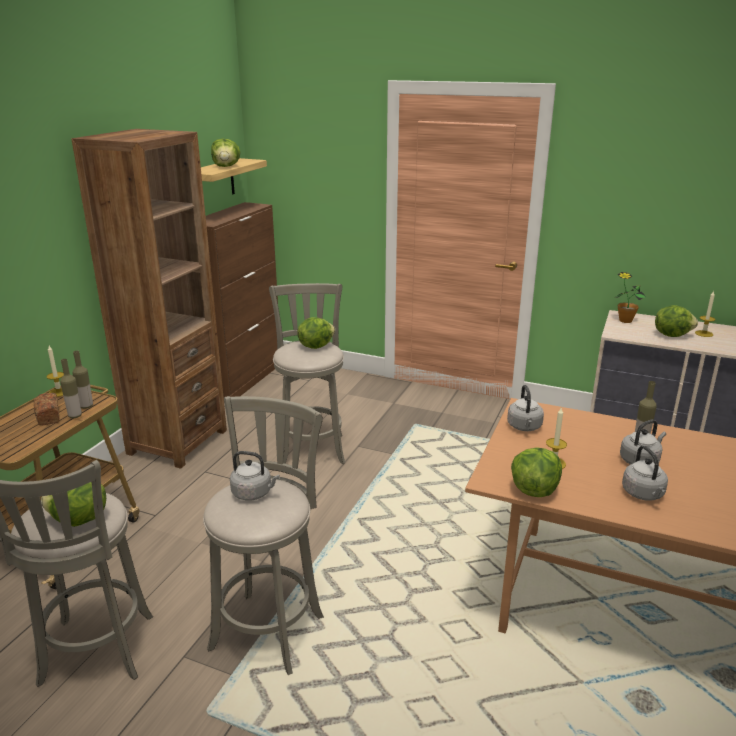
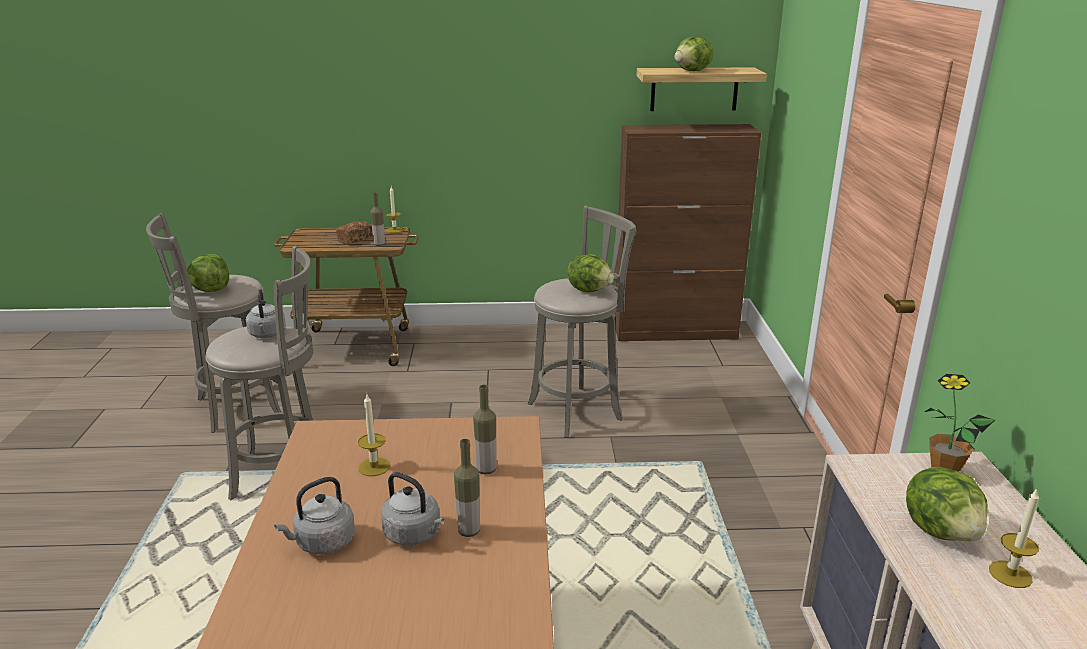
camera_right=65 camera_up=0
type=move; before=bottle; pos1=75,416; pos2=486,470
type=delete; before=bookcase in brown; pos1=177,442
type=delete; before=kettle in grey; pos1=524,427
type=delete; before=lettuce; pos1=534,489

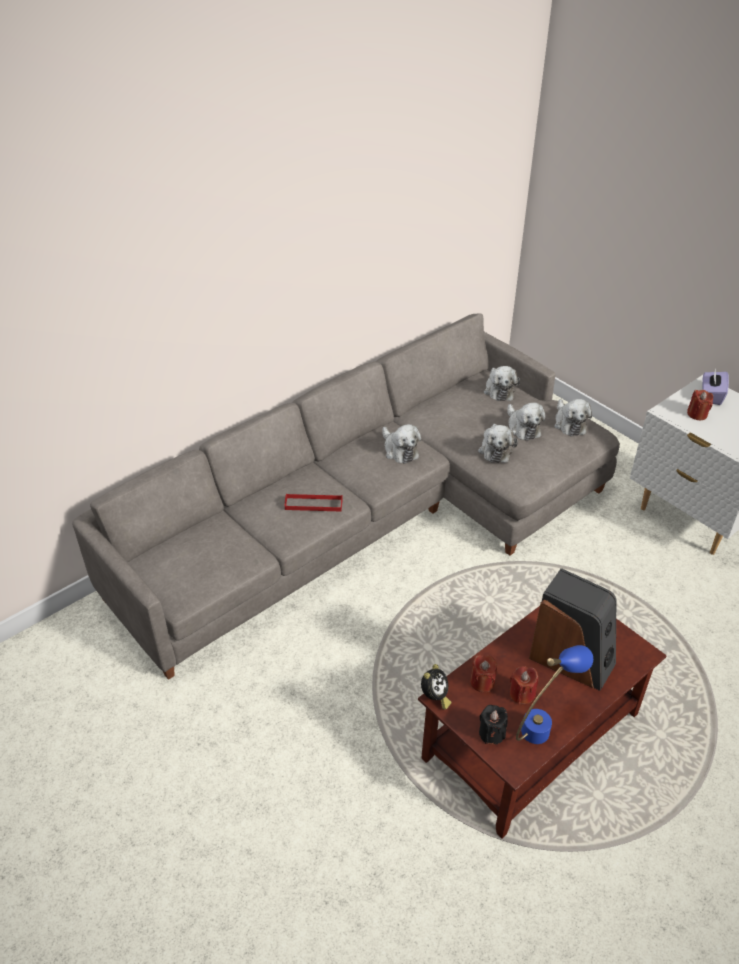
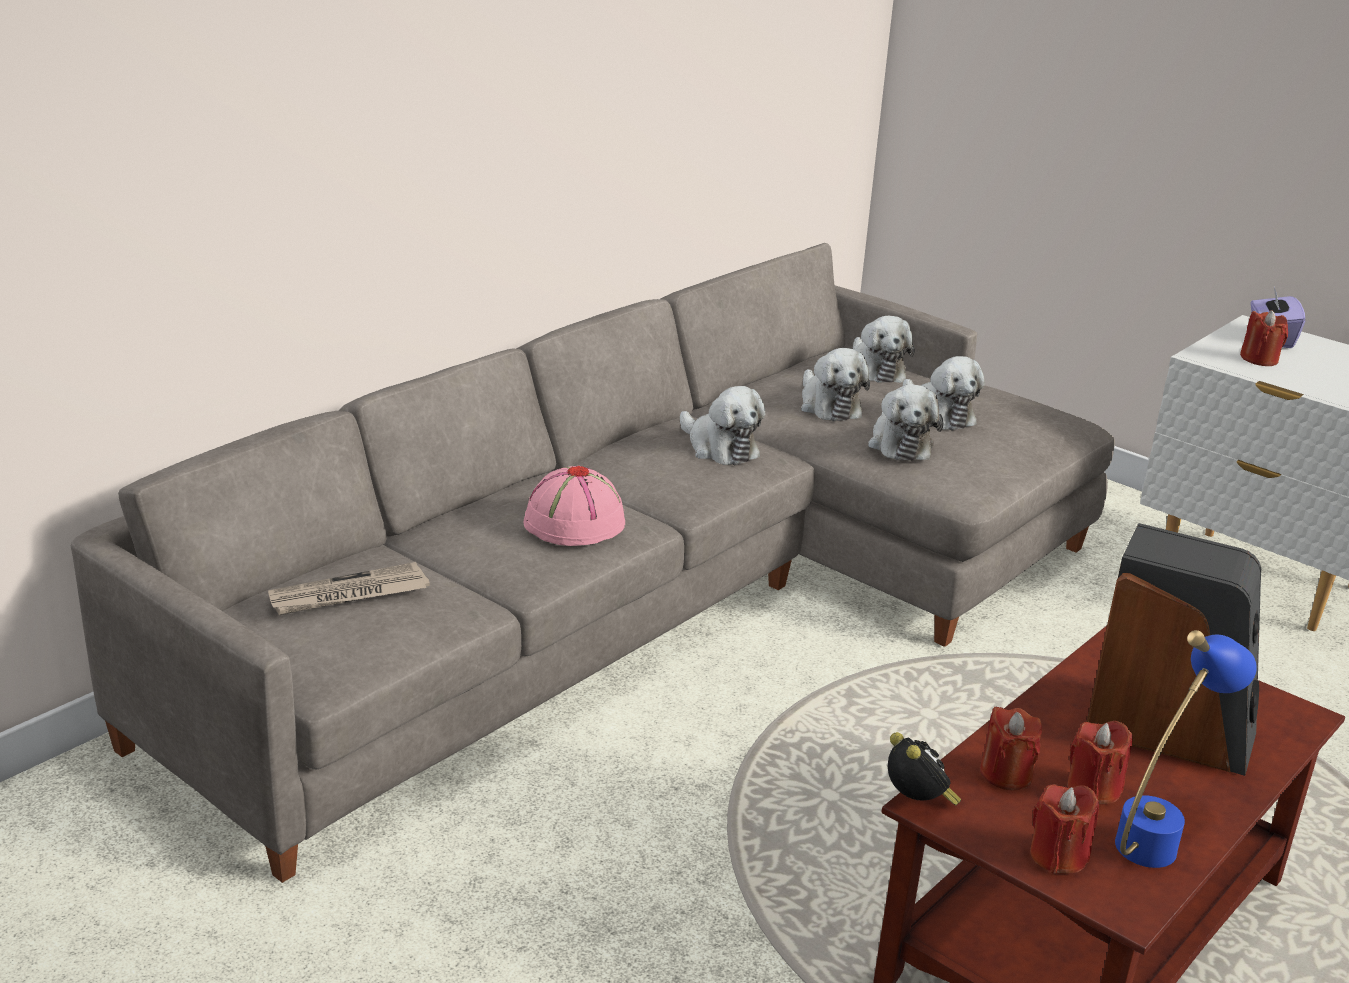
camera_right=-10 camera_up=-15
type=insert; after=newspaper; pos2=348,595
type=replace; before=tray in red; after=hat in pink; pos1=313,504; pos2=573,523
type=move; before=plush toy; pos1=569,423; pos2=828,405
type=rotate; before=alarm clock; pos1=435,697; pos2=917,803; turn=-45
type=recolor; before=candle in black; after=candle in red; pos1=491,733; pos2=1058,856

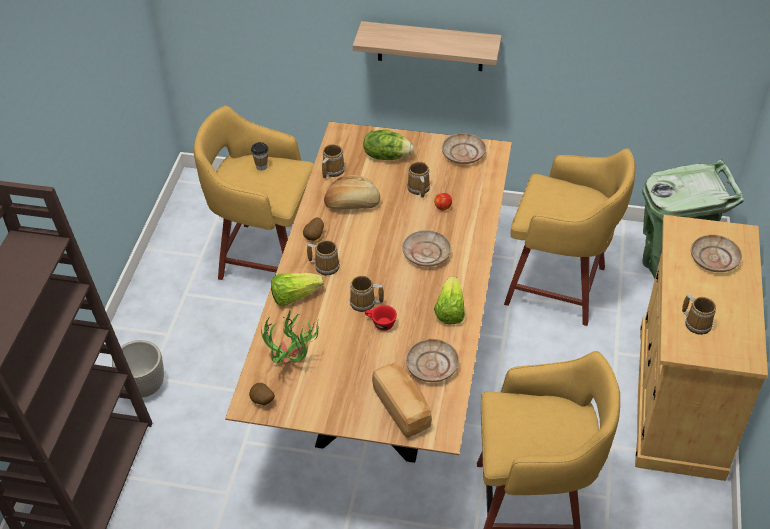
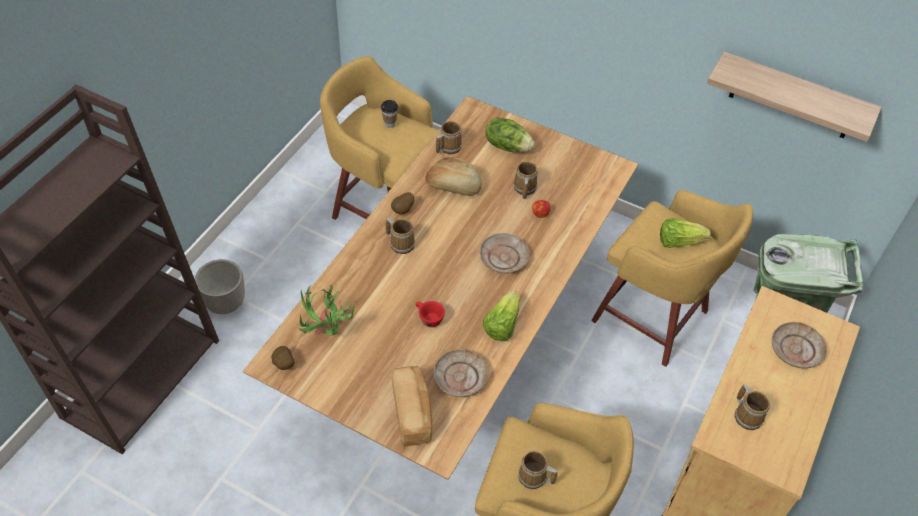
camera_right=15 camera_up=5
type=move; before=mug; pos1=364,303; pos2=534,478
type=move; before=lettuce; pos1=294,296; pos2=679,241
type=move; before=shelf; pos1=430,46; pos2=793,97
type=delete; before=plate in beige; pos1=463,154

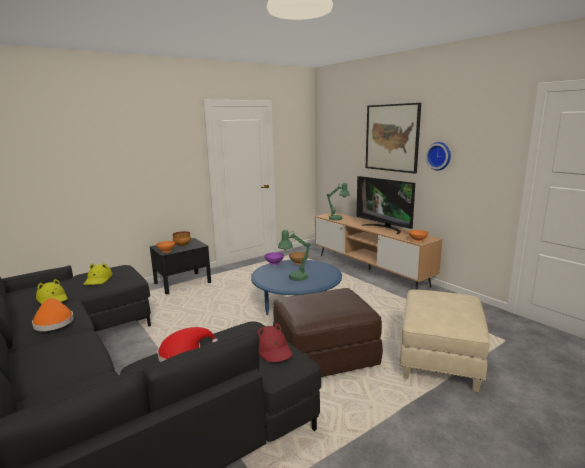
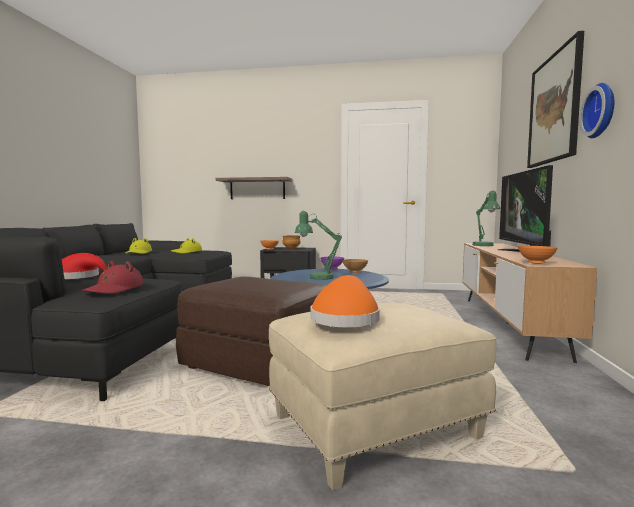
camera_right=45 camera_up=-10
type=insert; after=shelf; pos2=257,189
type=move; before=hat in orange; pos1=53,322; pos2=345,318

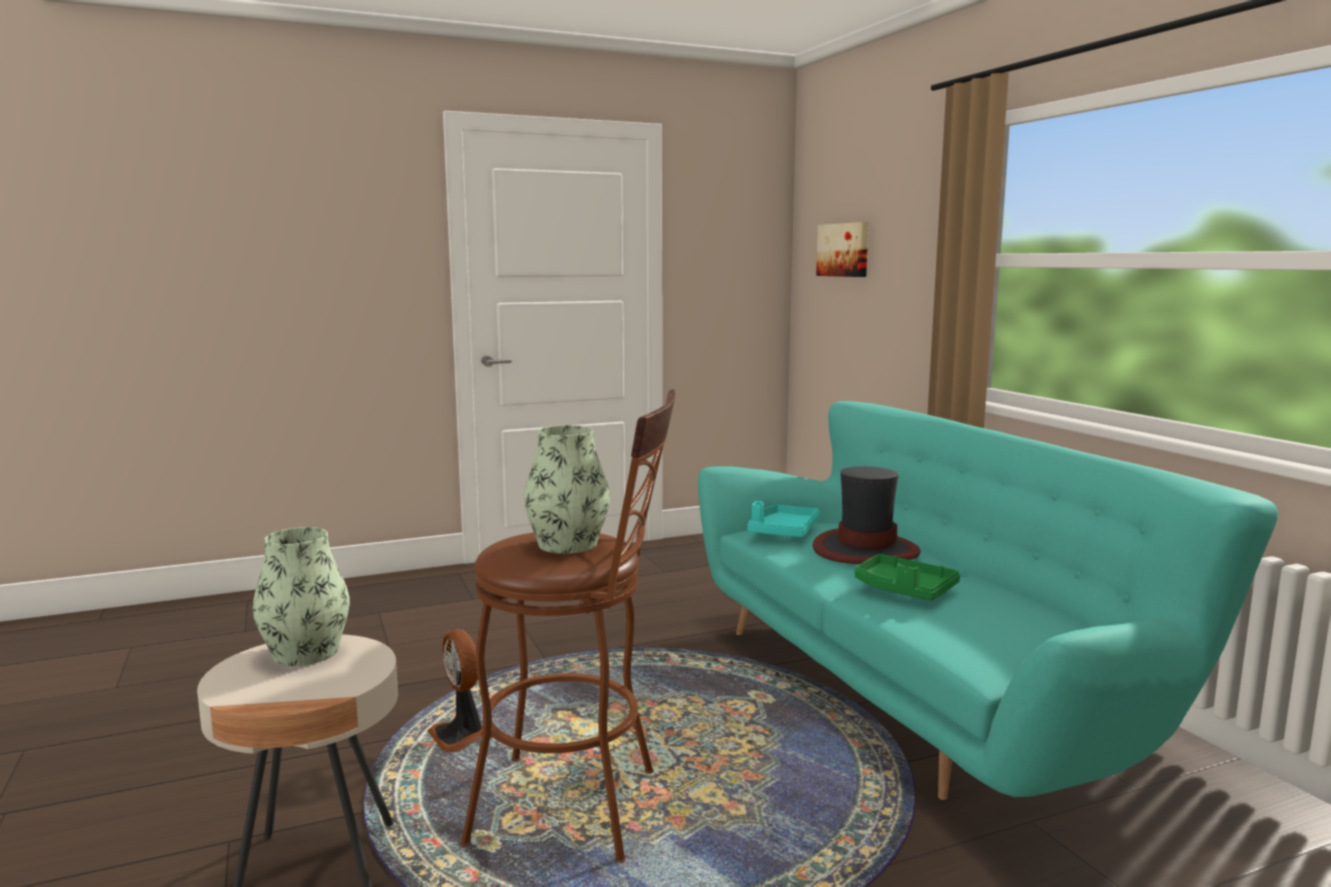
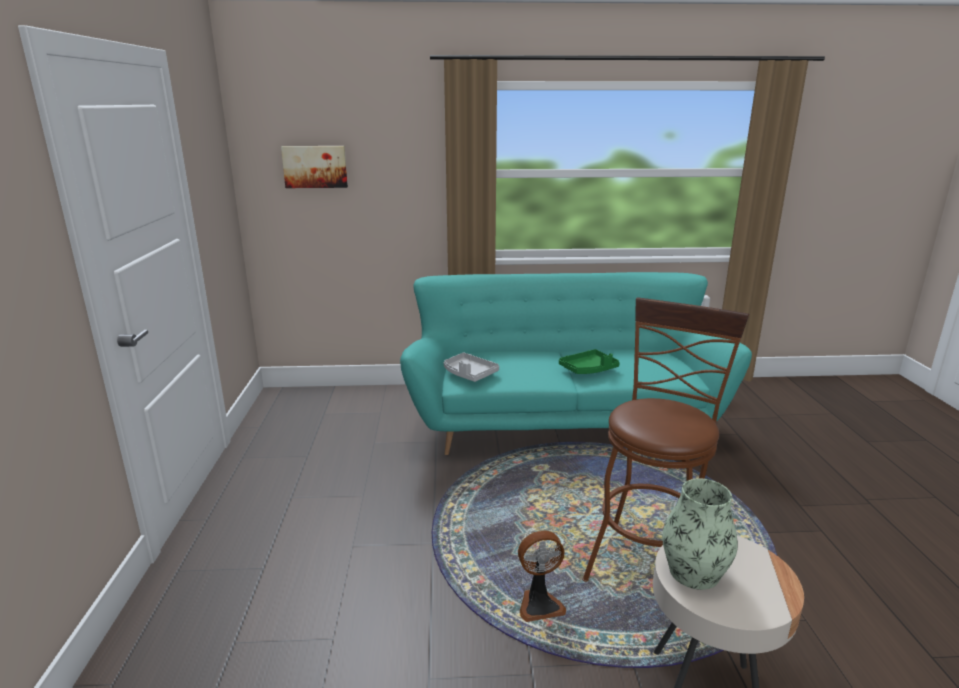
camera_right=-70 camera_up=10
type=recolor; before=tray in turquoise; after=tray in grey; pos1=783,531; pos2=469,374
type=delete; before=vase; pos1=567,544
type=delete; before=hat; pos1=865,550

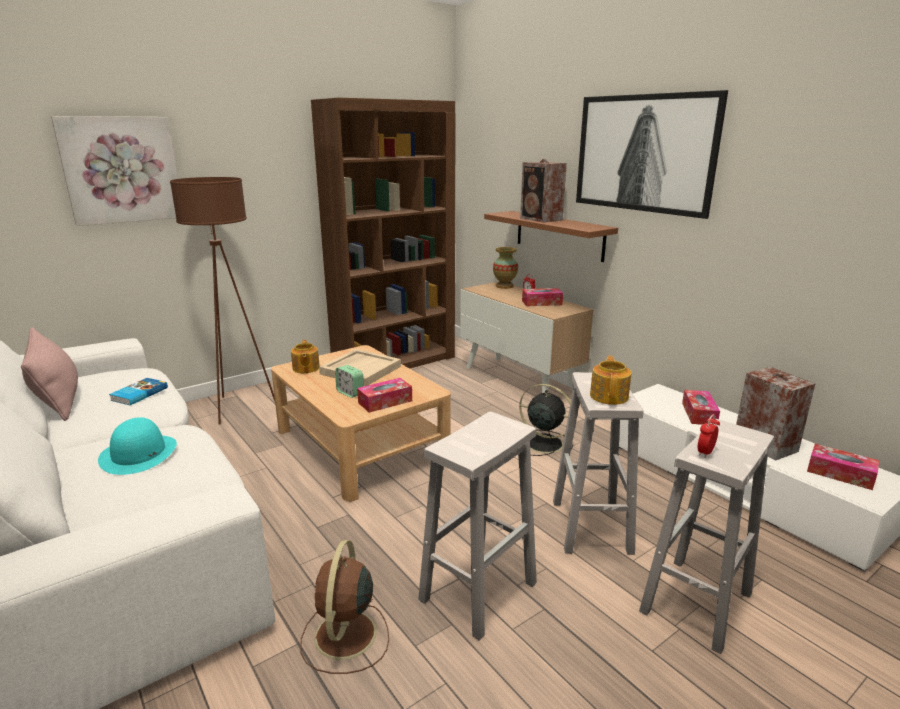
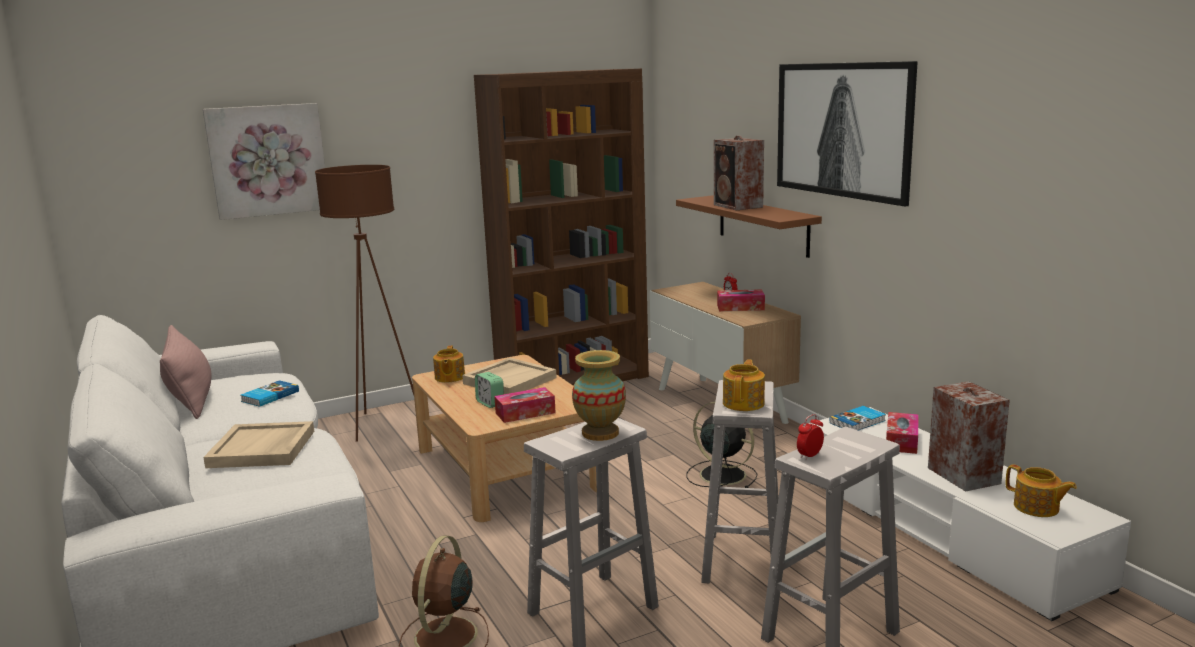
camera_right=10 camera_up=-5
type=replace; before=hat in turquoise; after=tray in beige; pos1=139,454; pos2=262,449
type=move; before=vase; pos1=504,286; pos2=600,433
type=insert; after=book; pos2=858,422
type=replace; before=tissue box; after=teapot; pos1=840,474; pos2=1037,508

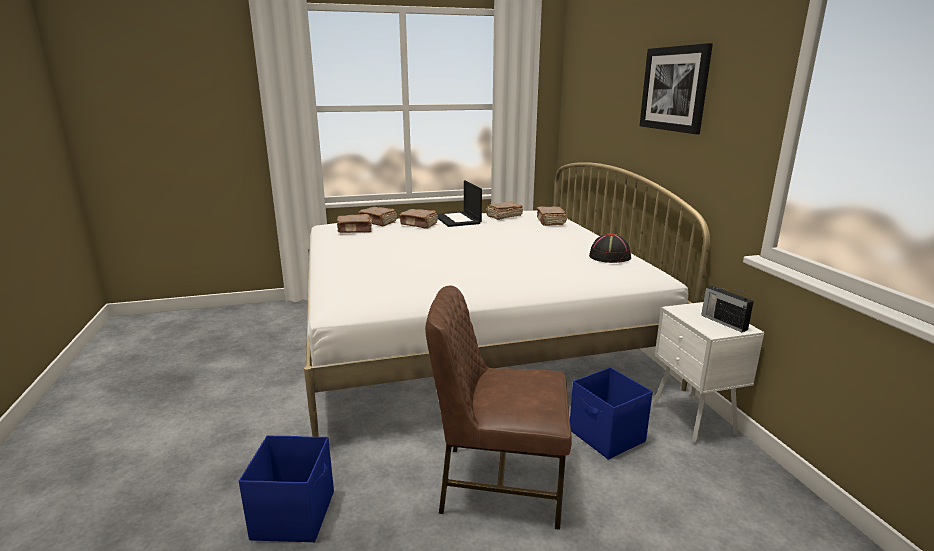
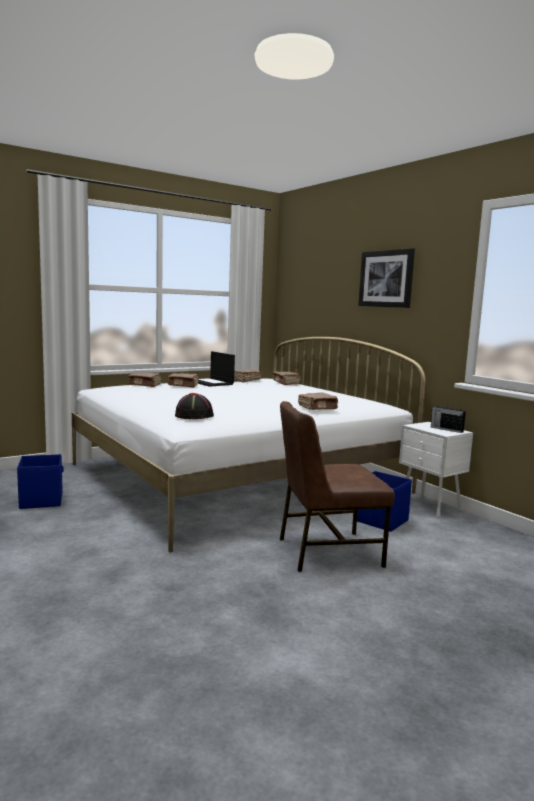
camera_right=-20 camera_up=-10
type=move; before=storage box in blue; pos1=295,514; pos2=42,500
type=move; before=hat in black; pos1=610,256; pos2=194,415
type=move; before=book in brown; pos1=355,230; pos2=318,408

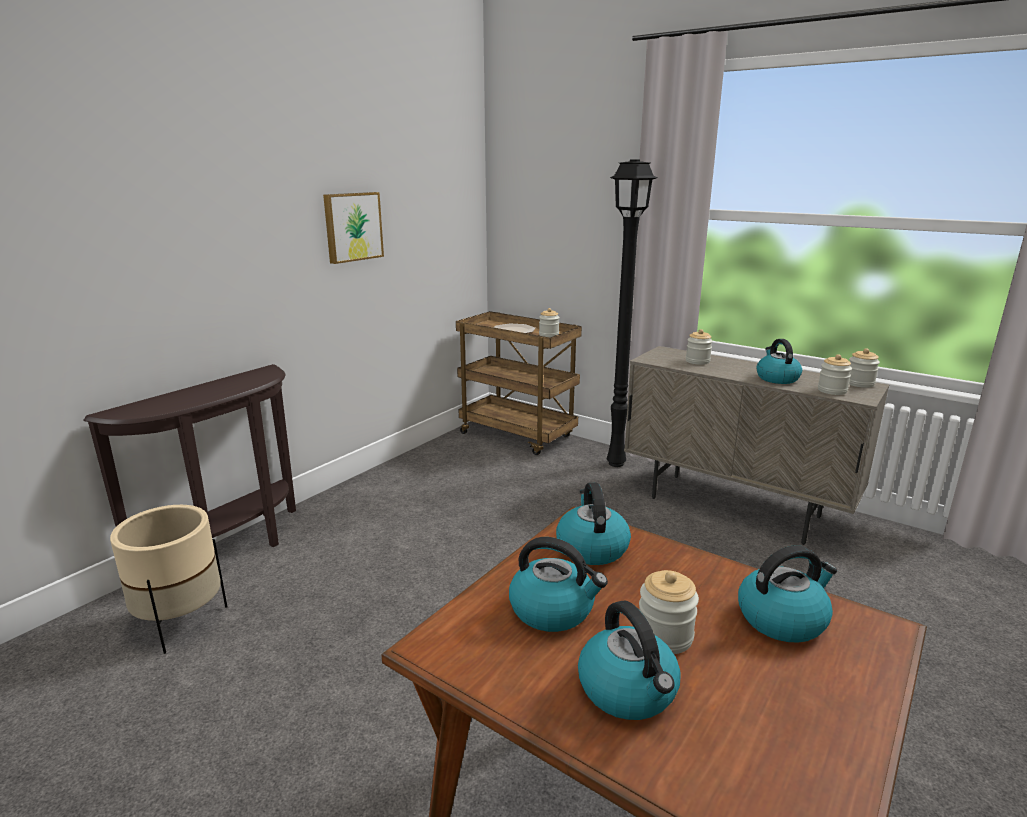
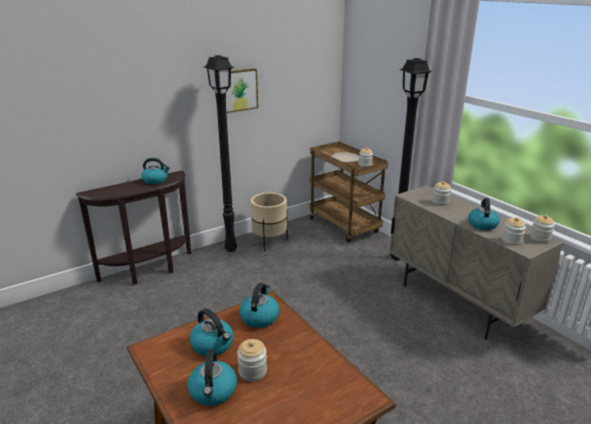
camera_right=20 camera_up=5
type=move; before=kettle; pos1=782,618; pos2=156,180
type=insert; after=floor lamp in black; pos2=230,250
type=move; before=planter in beige; pos1=181,623; pos2=269,242

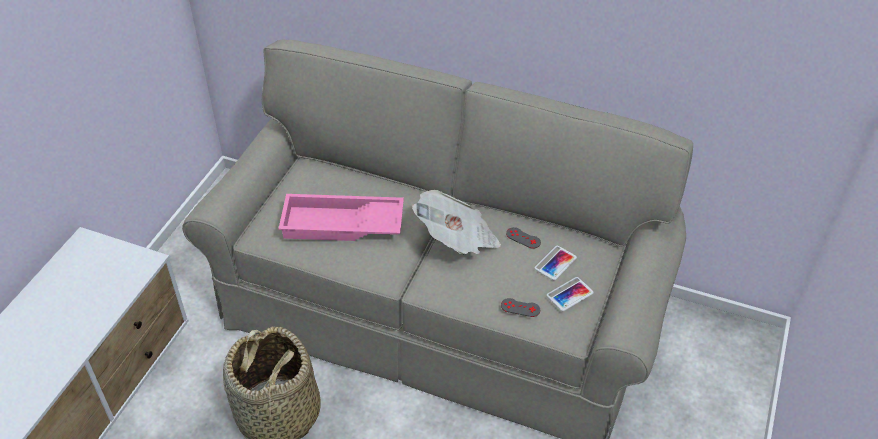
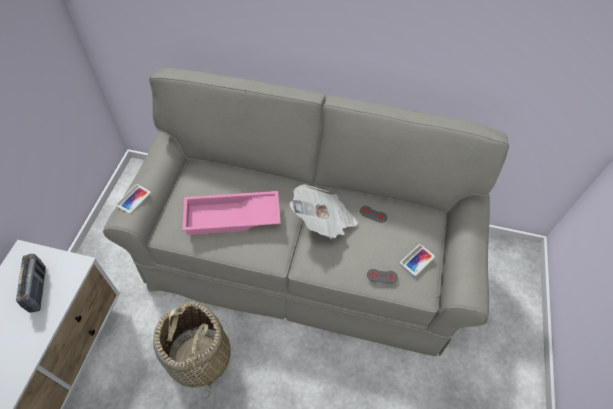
camera_right=-10 camera_up=10
type=insert; after=radio; pos2=38,289
type=move; before=phone; pos1=555,263; pos2=133,199

